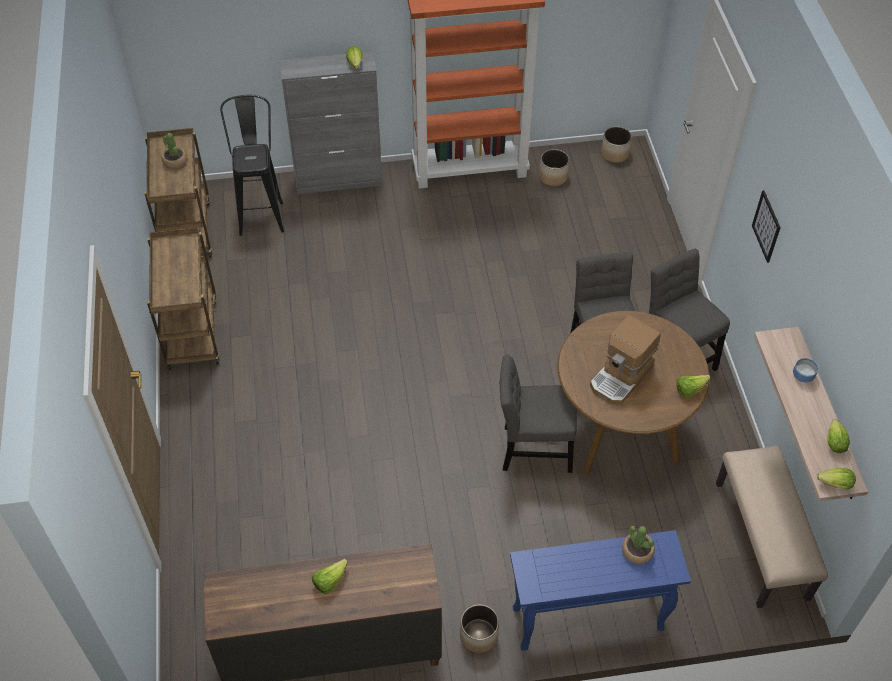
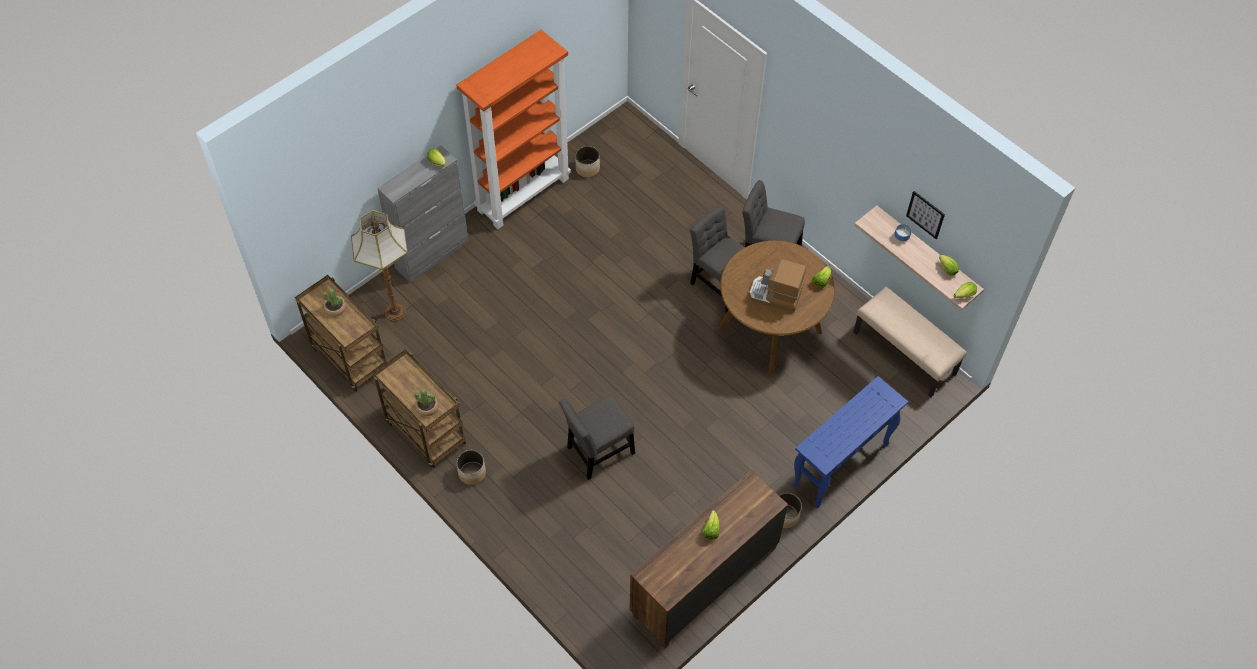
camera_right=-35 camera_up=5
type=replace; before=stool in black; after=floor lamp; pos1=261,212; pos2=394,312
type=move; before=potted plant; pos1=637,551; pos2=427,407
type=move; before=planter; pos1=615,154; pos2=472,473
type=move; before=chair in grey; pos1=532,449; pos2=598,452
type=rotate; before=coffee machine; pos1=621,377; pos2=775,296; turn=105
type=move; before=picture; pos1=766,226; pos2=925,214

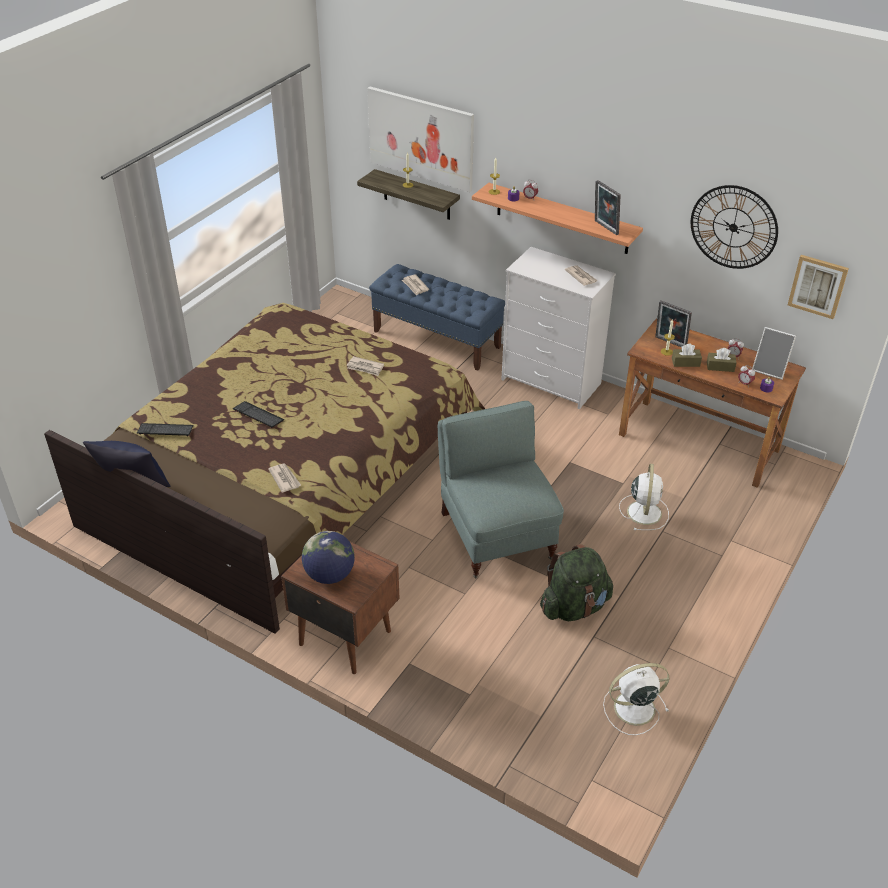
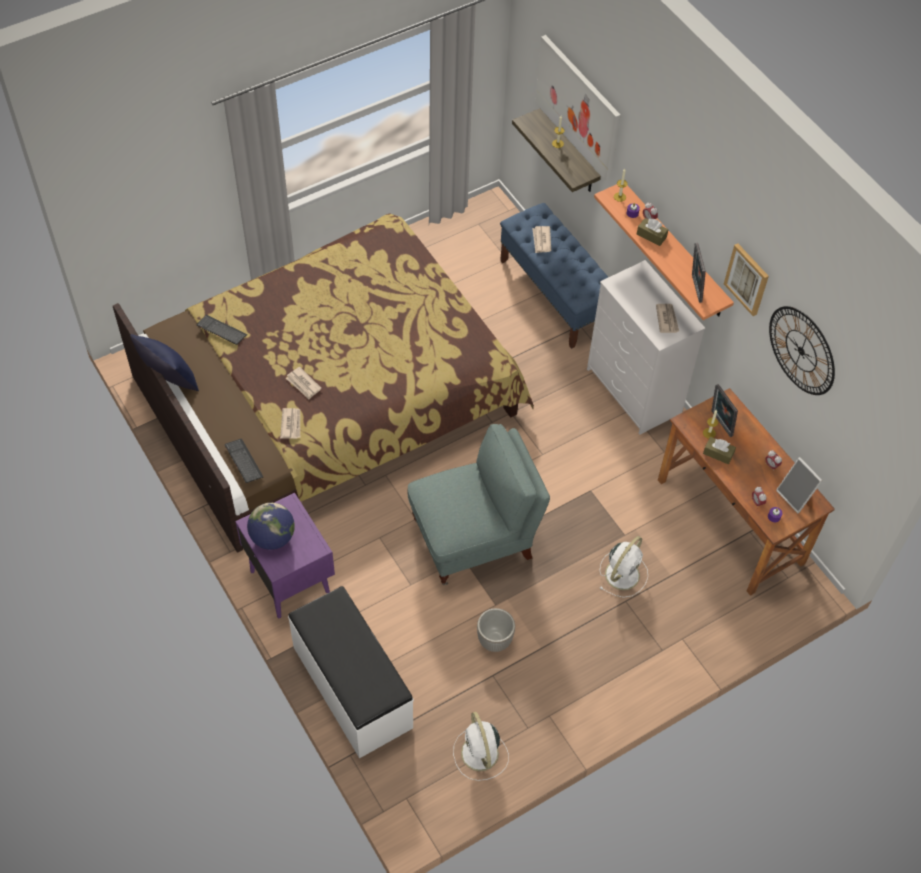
camera_right=25 camera_up=15
type=move; before=keyboard; pos1=258,415; pos2=244,461
type=recolor; before=nightstand in brown; after=nightstand in purple; pos1=344,636; pos2=290,580
type=move; before=newspaper; pos1=365,368; pos2=303,384
type=insert; after=bench in white; pos2=351,687
type=rotate; before=armchair in grey; pos1=496,535; pos2=474,539; turn=60
type=rotate; before=fan in white; pos1=632,708; pos2=480,755; turn=-120
type=replace; before=backpack in green; after=planter; pos1=574,607; pos2=495,640
type=move; before=tissue box in brown; pos1=720,366; pos2=651,235
type=move; before=picture; pos1=818,286; pos2=747,279

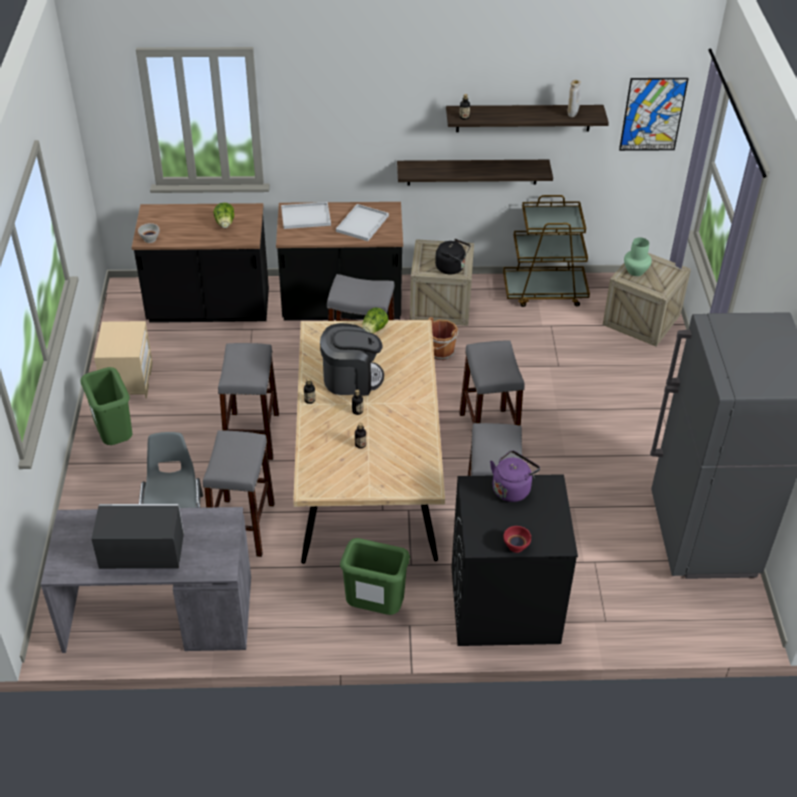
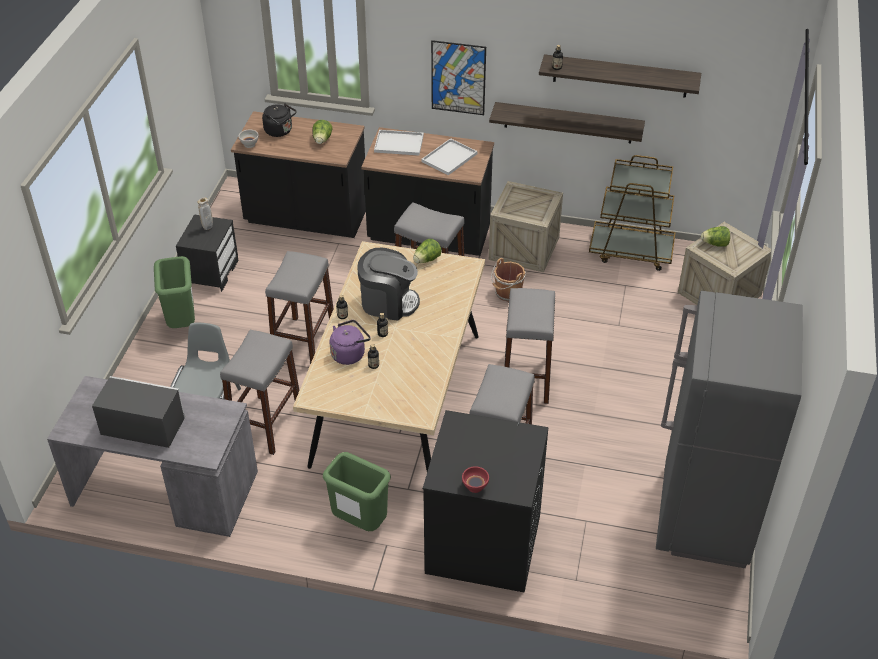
camera_right=15 camera_up=0
type=recolor; before=nightstand in beige; after=nightstand in black; pos1=127,380; pos2=211,272
type=move; before=vase in beige; pos1=572,116; pos2=208,228
type=move; before=kettle in black; pos1=452,268; pos2=280,131
type=move; before=kettle in purple; pos1=512,488; pos2=349,354
type=move; before=picture; pos1=652,114; pos2=458,78
type=replace; before=vase in green; after=lettuce; pos1=636,271; pos2=715,244

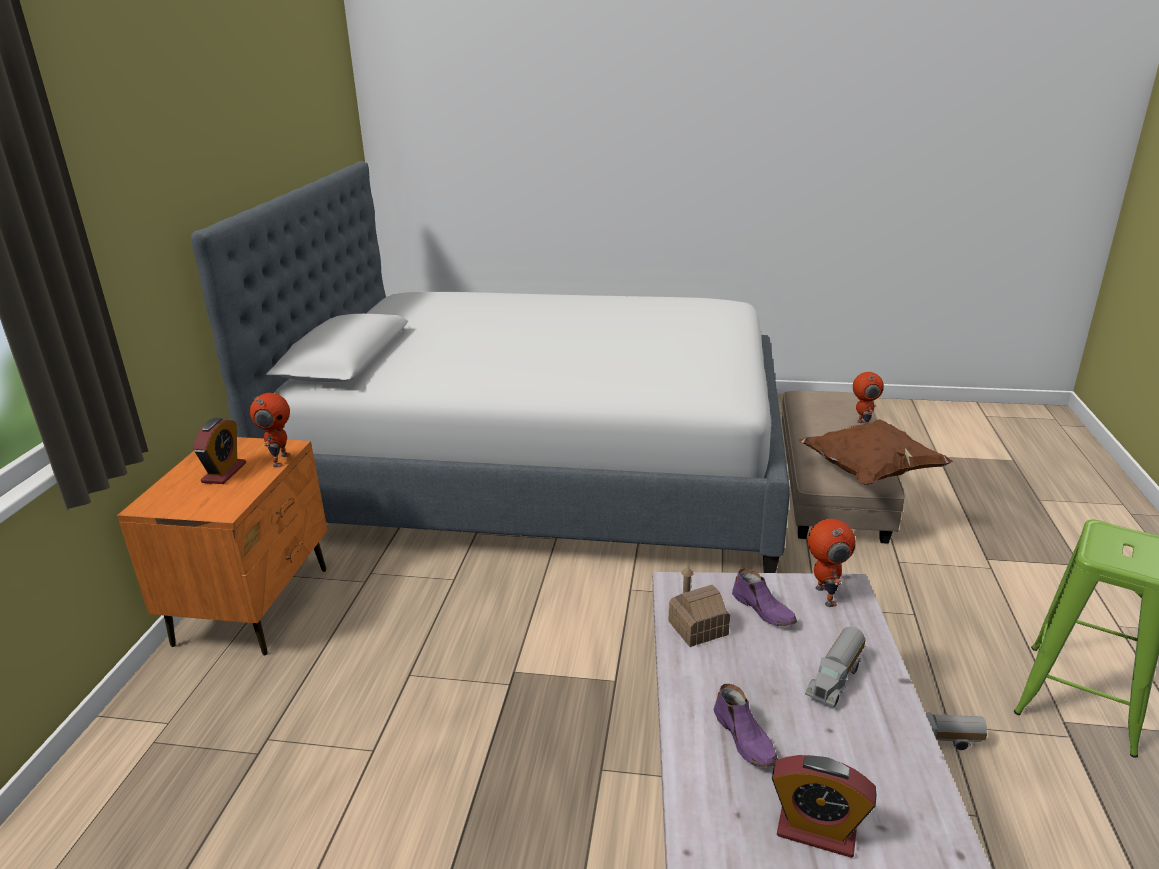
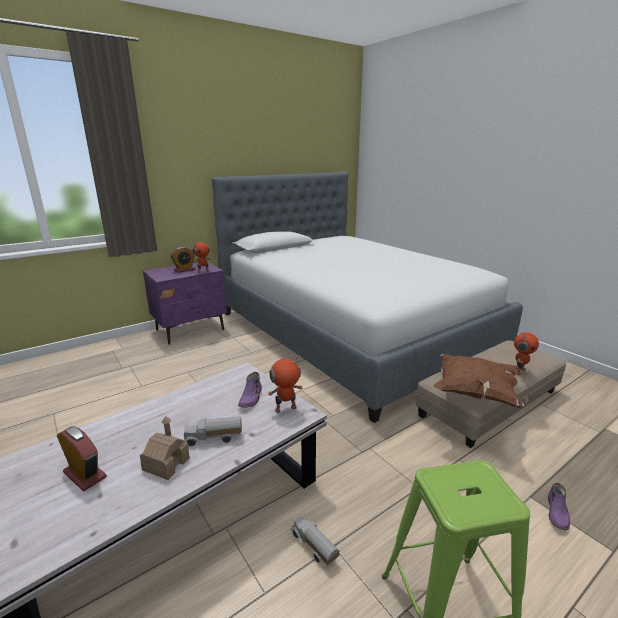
camera_right=45 camera_up=-5
type=rotate; before=alarm clock; pos1=816,831; pos2=85,475; turn=150
type=move; before=toy house; pos1=697,628; pos2=166,464
type=recolor; before=nightstand in orange; after=nightstand in purple; pos1=254,605; pos2=190,330
type=rotate; before=toy robot; pos1=823,596; pos2=286,409; turn=-150
type=move; before=shoe in purple; pos1=745,738; pos2=557,513

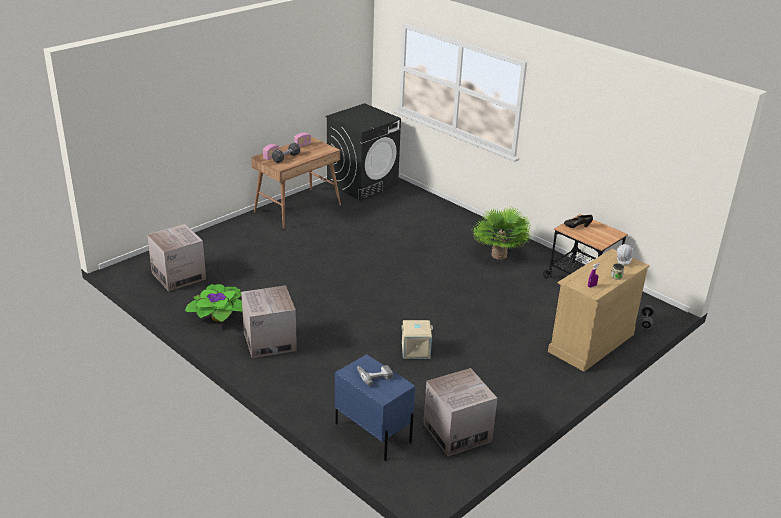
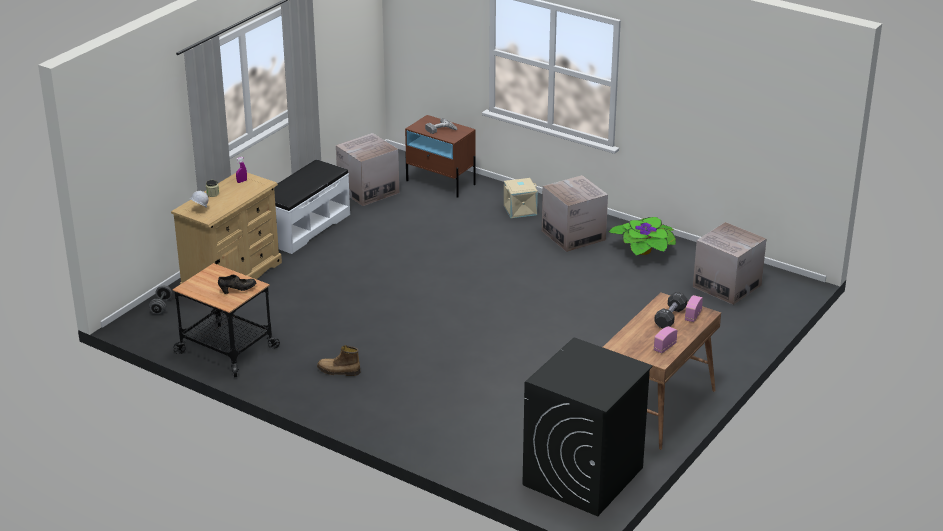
camera_right=170 camera_up=0
type=insert; after=bench in white; pos2=304,228
type=replace; before=potted plant; after=boot; pos1=499,255; pos2=338,371
type=recolor; before=nightstand in blue; after=nightstand in brown; pos1=372,432; pos2=441,183
type=move; before=storage box in beige; pos1=415,350; pos2=520,209

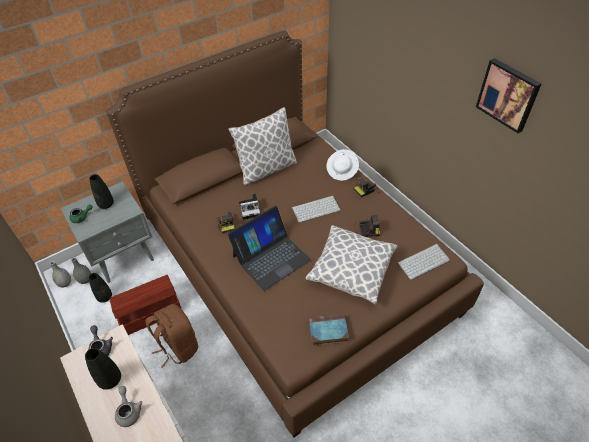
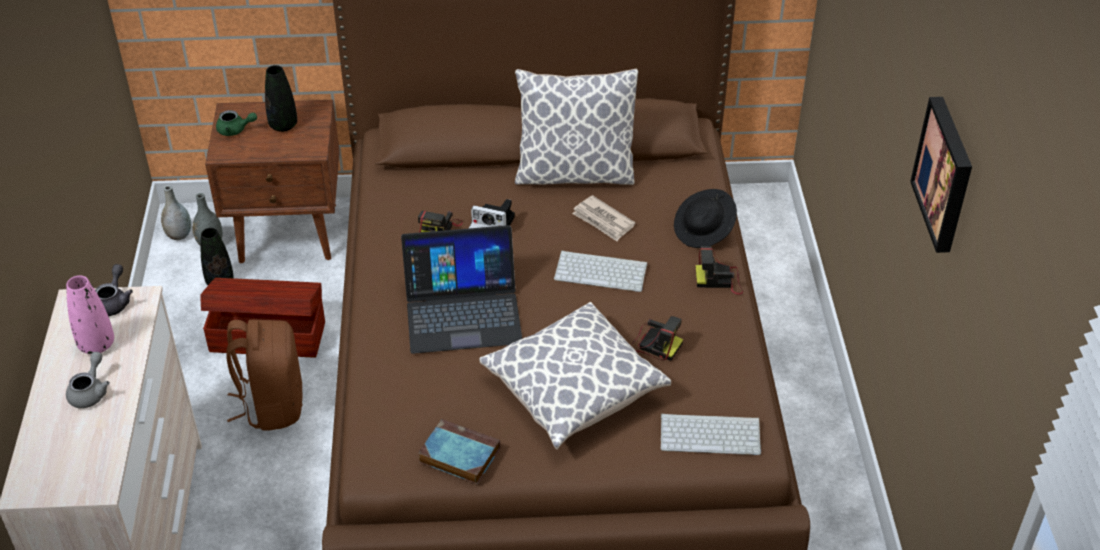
camera_right=30 camera_up=-5
type=recolor; before=vase in black; after=vase in pink; pos1=110,380; pos2=97,345
type=recolor; before=nightstand in grey; after=nightstand in brown; pos1=124,256; pos2=290,233
type=insert; after=newspaper; pos2=603,221
type=recolor; before=hat in white; after=hat in black; pos1=342,171; pos2=704,231

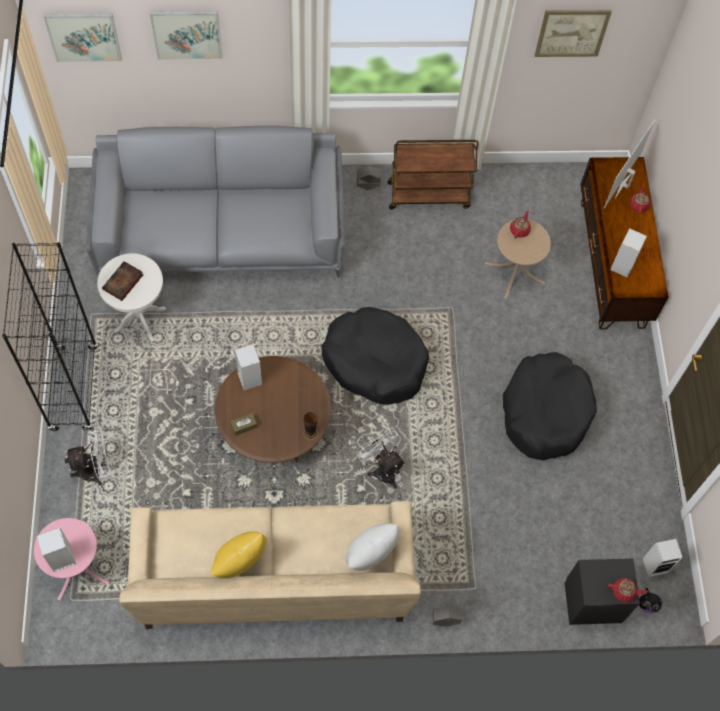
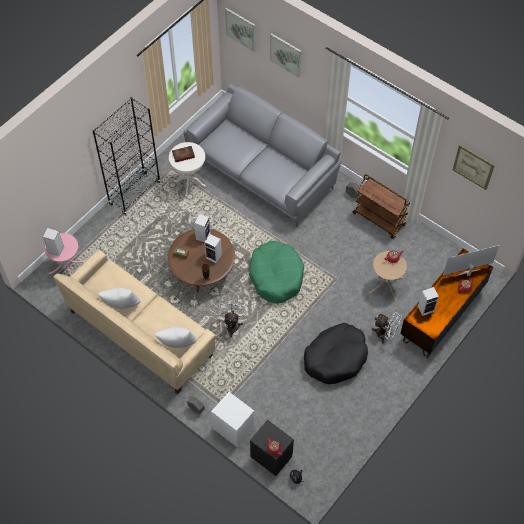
camera_right=45 camera_up=-5
type=recolor; before=pillow in yellow; after=pillow in white; pos1=241,564; pos2=122,307
type=move; before=speaker; pos1=656,565; pos2=214,256
type=insert; after=nightstand in white; pos2=233,428
type=recolor; before=dog bed in black; after=dog bed in green; pos1=375,362; pos2=276,276
type=move; before=fan in white; pos1=95,470; pos2=385,335

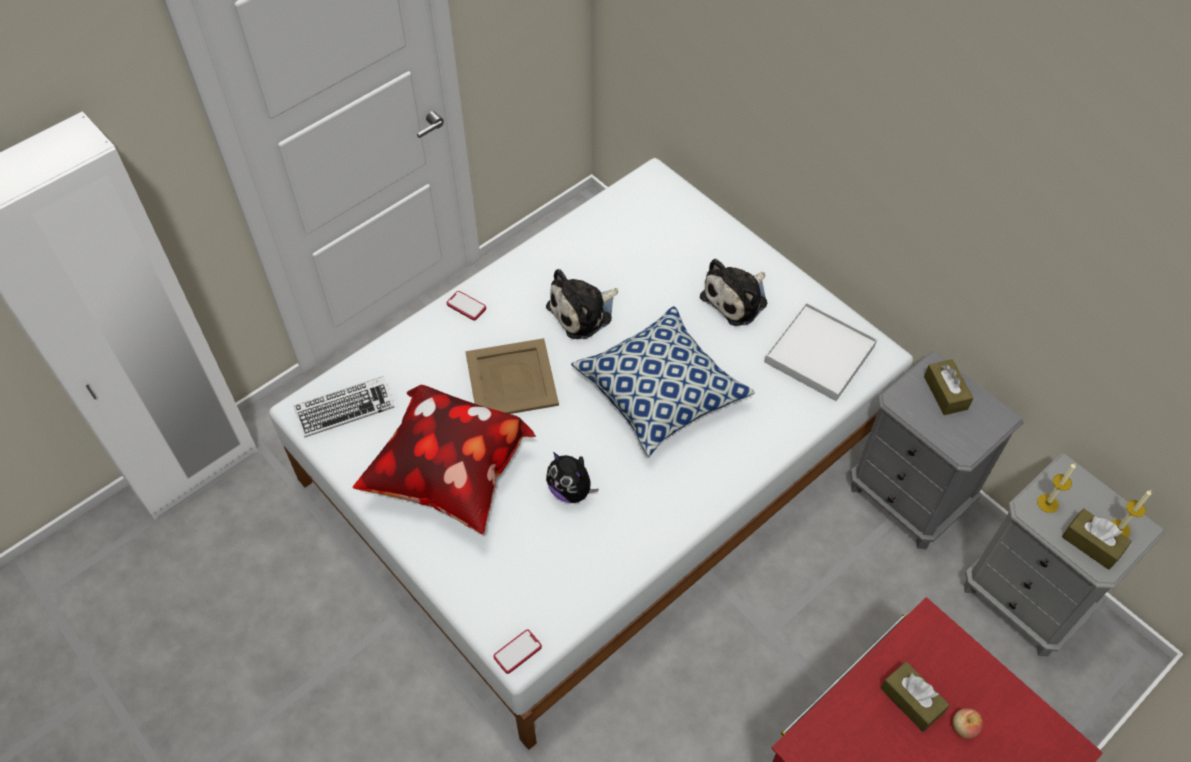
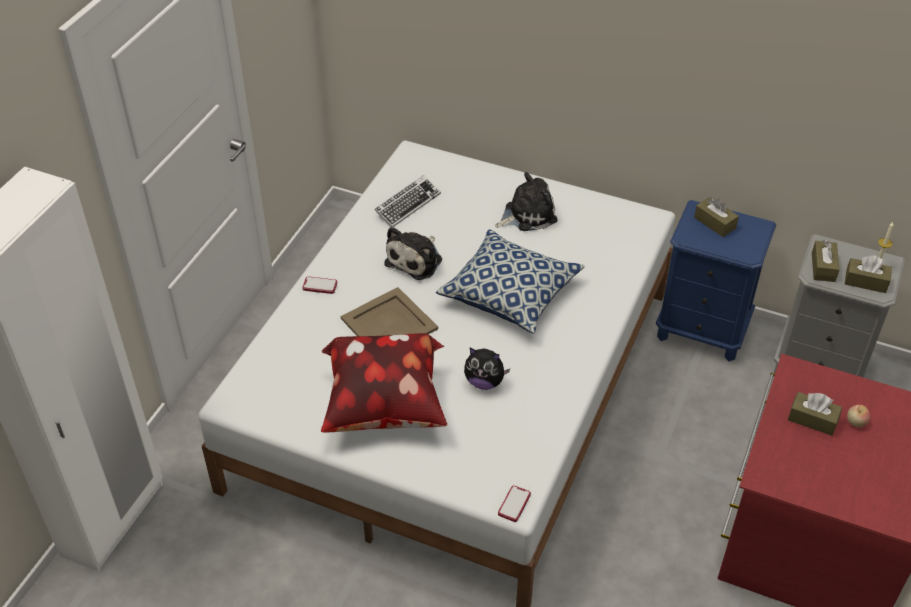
camera_right=-25 camera_up=-10
type=move; before=keyboard; pos1=345,409; pos2=407,204
type=rotate; before=plush toy; pos1=737,299; pos2=527,214; turn=-135
type=recolor; before=nightstand in grey; after=nightstand in blue; pos1=908,497; pos2=702,330
type=replace; before=candle; after=tissue box in brown; pos1=1047,503; pos2=823,267
type=delete; before=tray in white; pos1=819,354

